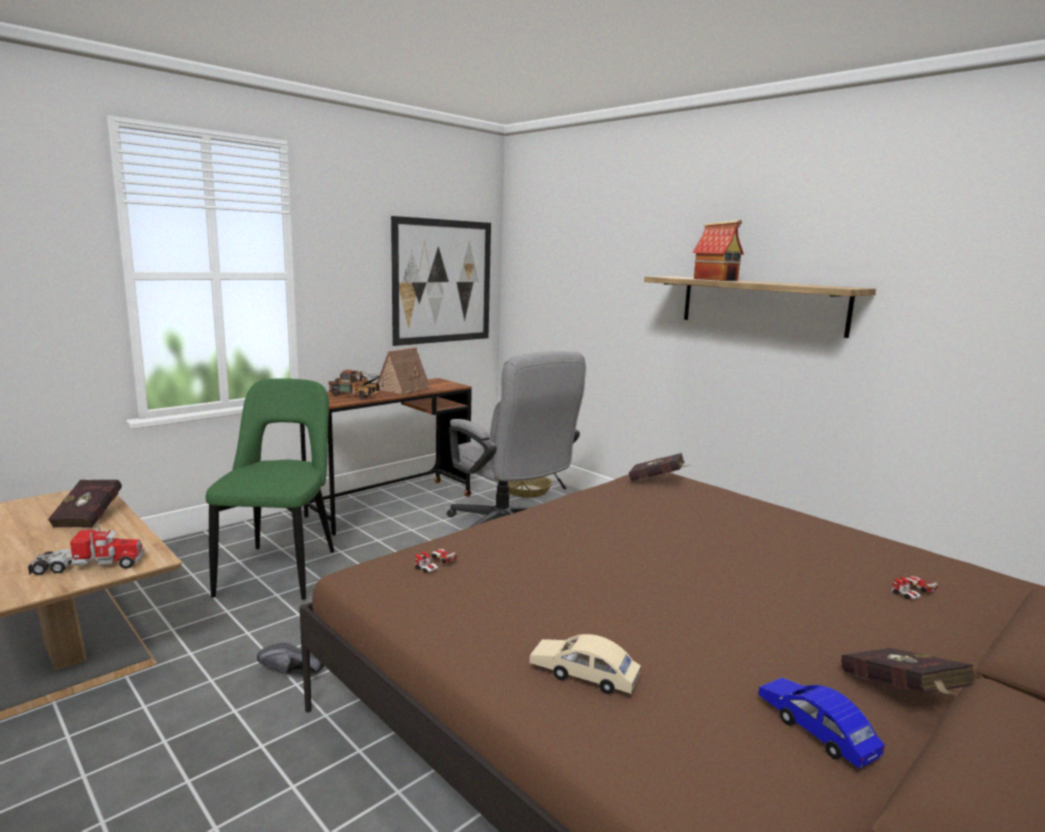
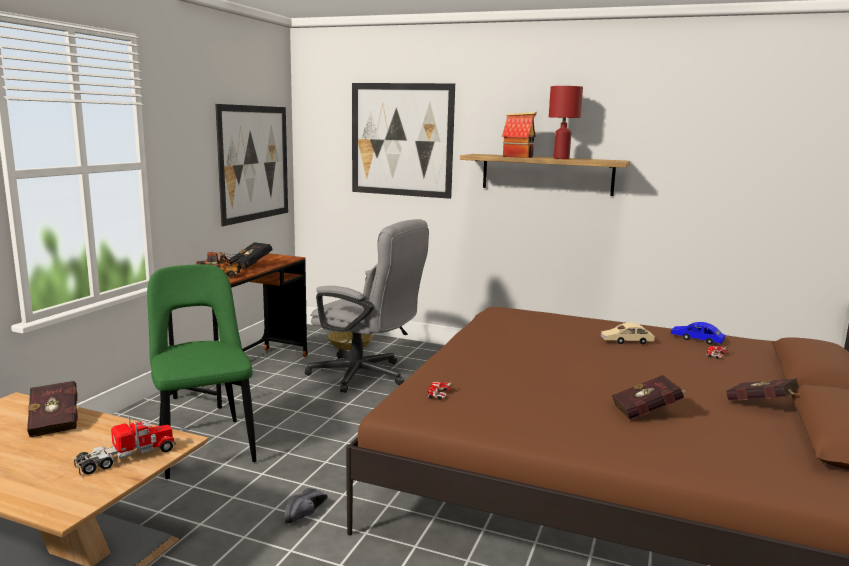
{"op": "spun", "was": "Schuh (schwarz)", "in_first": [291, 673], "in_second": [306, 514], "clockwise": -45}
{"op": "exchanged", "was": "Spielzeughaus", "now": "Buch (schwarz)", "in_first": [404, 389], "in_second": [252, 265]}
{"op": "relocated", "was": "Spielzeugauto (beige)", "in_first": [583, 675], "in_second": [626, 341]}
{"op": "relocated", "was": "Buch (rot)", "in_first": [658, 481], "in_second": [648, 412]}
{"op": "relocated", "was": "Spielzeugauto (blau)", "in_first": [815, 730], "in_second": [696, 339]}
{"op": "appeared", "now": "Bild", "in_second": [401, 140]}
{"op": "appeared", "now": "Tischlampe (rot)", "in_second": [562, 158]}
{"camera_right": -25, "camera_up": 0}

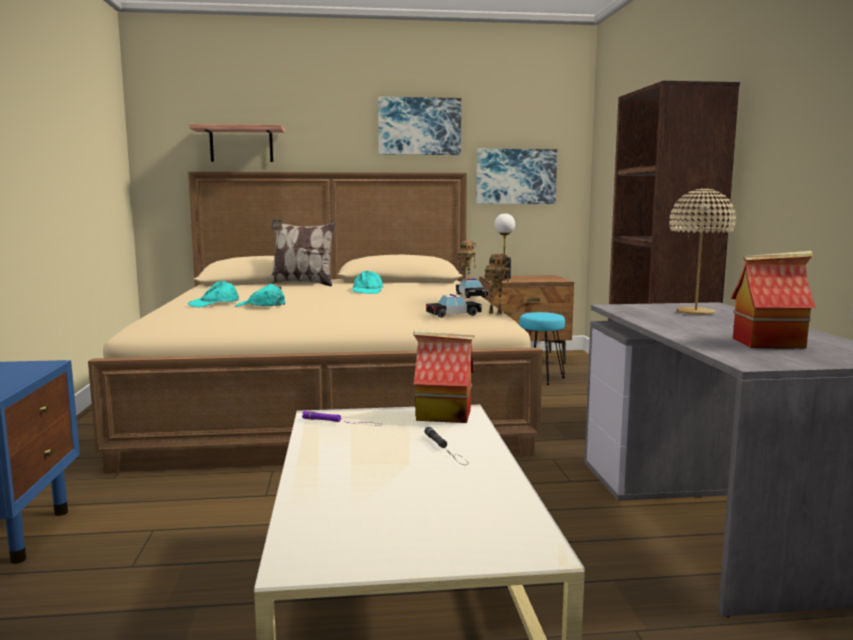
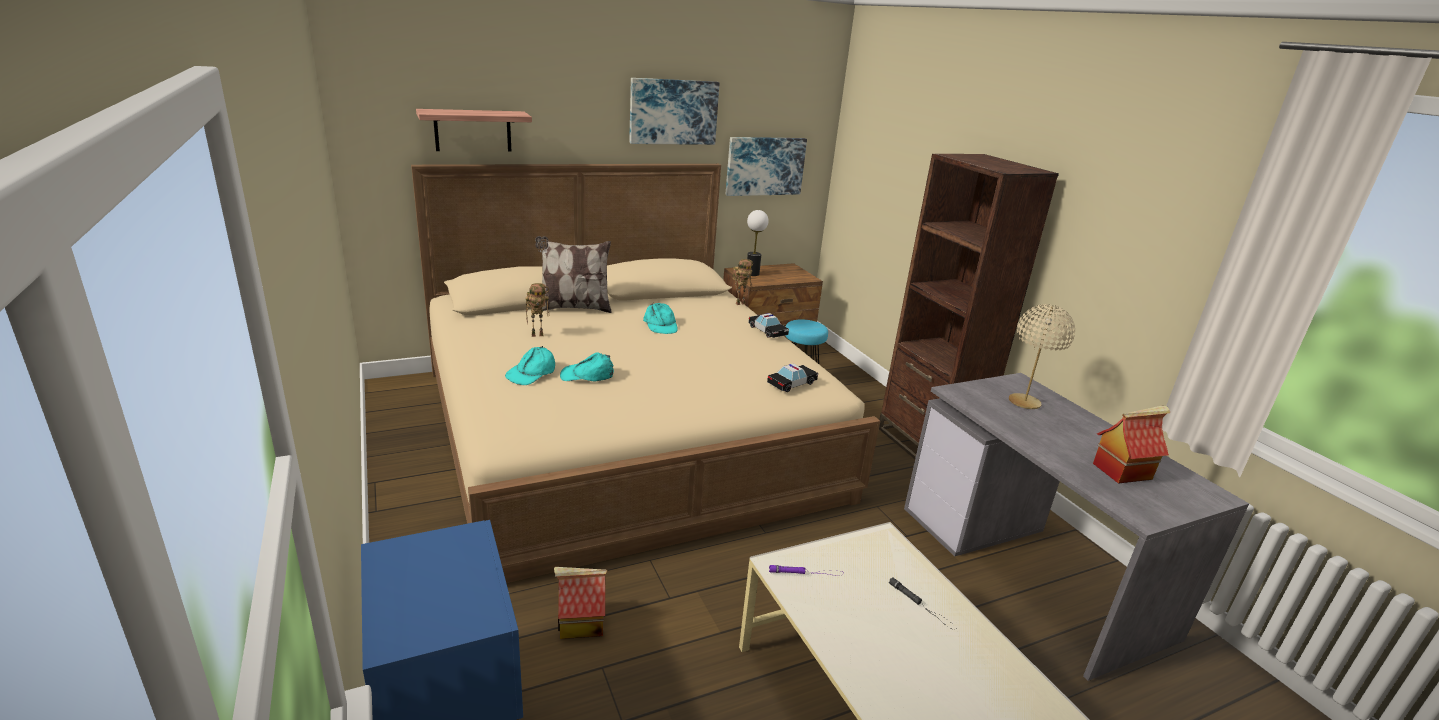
{"op": "relocated", "was": "Spielzeughaus", "in_first": [442, 415], "in_second": [580, 624]}
{"op": "relocated", "was": "Spielzeugroboter", "in_first": [496, 313], "in_second": [538, 335]}
{"camera_right": -20, "camera_up": 15}

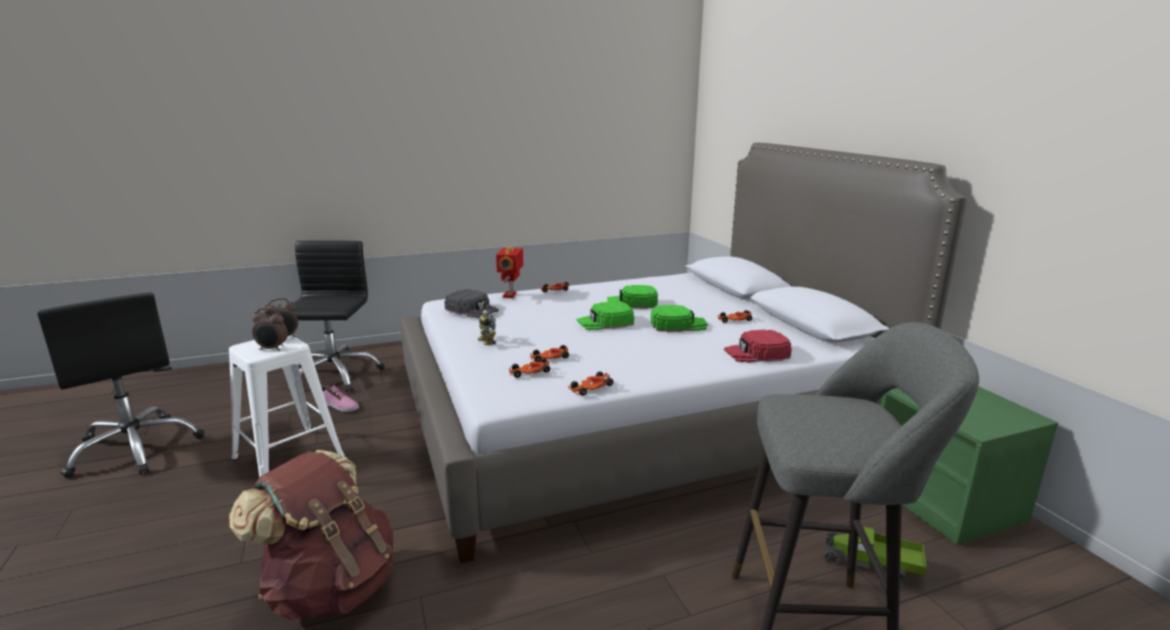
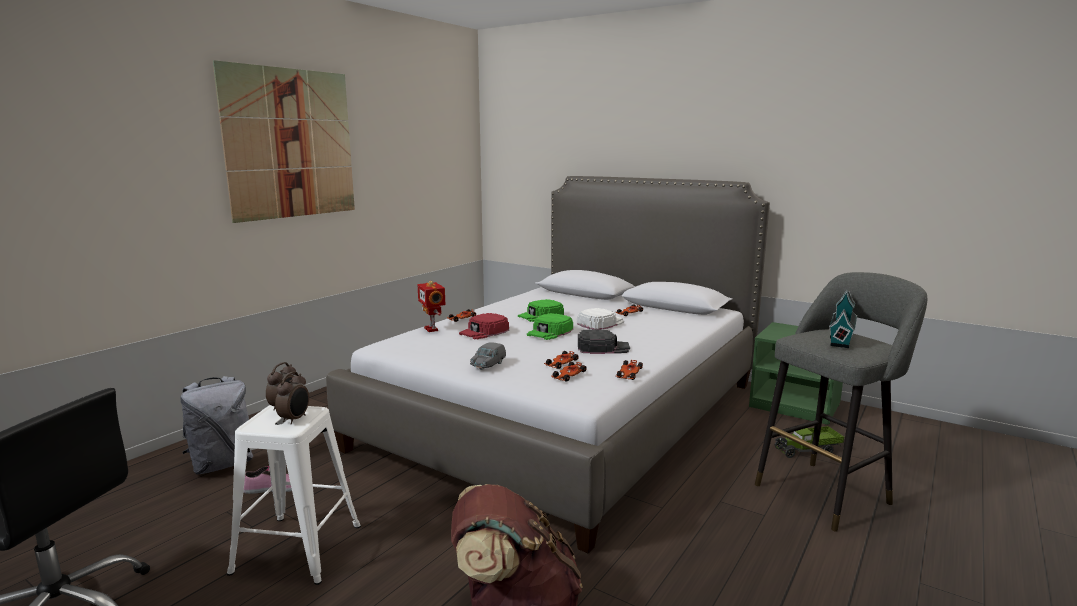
{"op": "spun", "was": "Wecker", "in_first": [272, 349], "in_second": [295, 419], "clockwise": -45}
{"op": "exchanged", "was": "Bürostuhl (schwarz)", "now": "Rucksack (grau)", "in_first": [334, 375], "in_second": [222, 464]}
{"op": "relocated", "was": "Kappe (schwarz)", "in_first": [472, 309], "in_second": [602, 347]}
{"op": "exchanged", "was": "Spielzeugroboter", "now": "Spielzeugauto (grau)", "in_first": [485, 342], "in_second": [488, 365]}
{"op": "colour", "was": "Kappe (grün)", "now": "Kappe (weiß)", "in_first": [678, 324], "in_second": [600, 323]}
{"op": "relocated", "was": "Kappe (rot)", "in_first": [756, 353], "in_second": [484, 332]}
{"op": "appeared", "now": "Bild", "in_second": [291, 144]}
{"op": "appeared", "now": "Spielzeughaus", "in_second": [841, 338]}
{"camera_right": -35, "camera_up": -5}

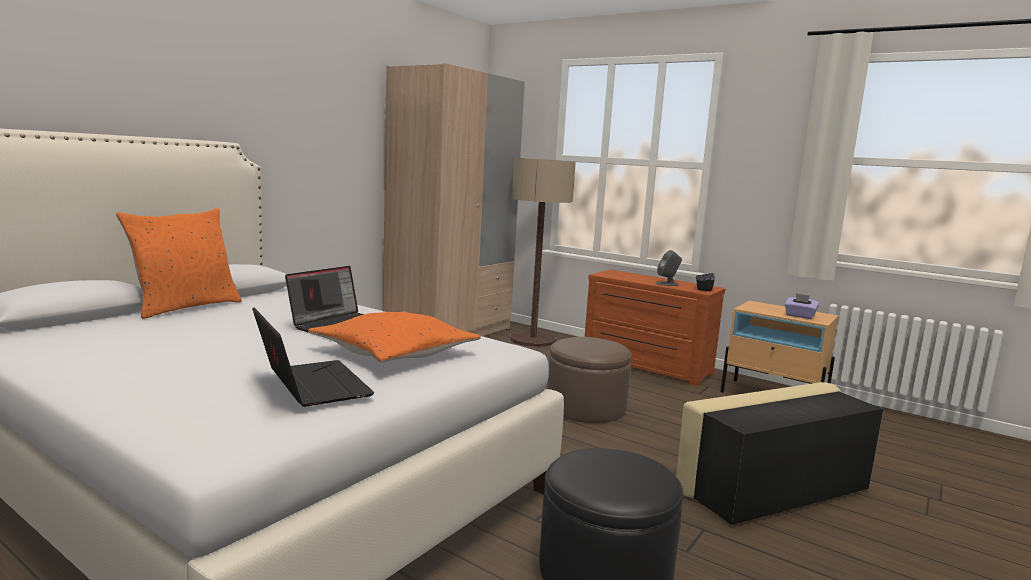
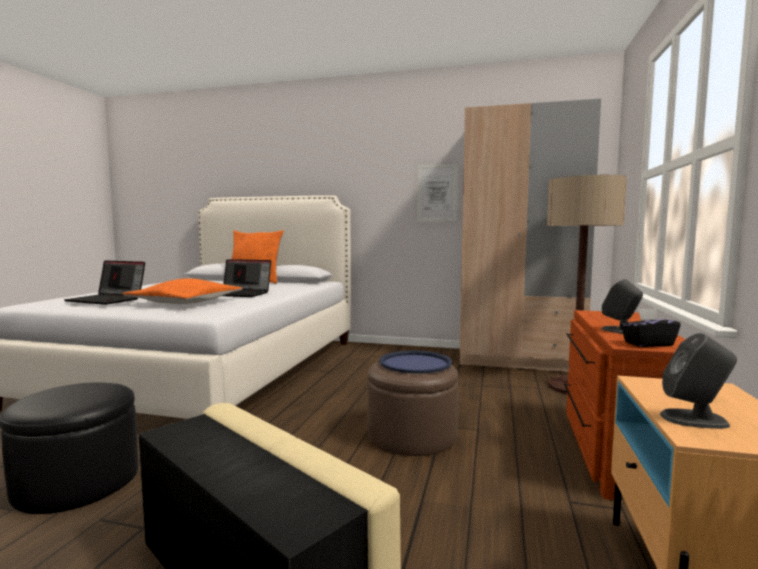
{"op": "spun", "was": "Laptop", "in_first": [310, 385], "in_second": [108, 300], "clockwise": 75}
{"op": "exchanged", "was": "Taschentuchbox (lila)", "now": "Lautsprecher (grau)", "in_first": [799, 316], "in_second": [695, 419]}
{"op": "appeared", "now": "Tablett (blau)", "in_second": [415, 363]}
{"op": "appeared", "now": "Bild", "in_second": [437, 193]}
{"camera_right": 70, "camera_up": -5}

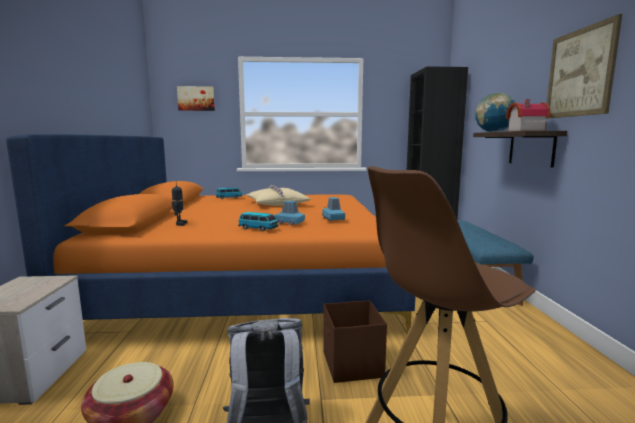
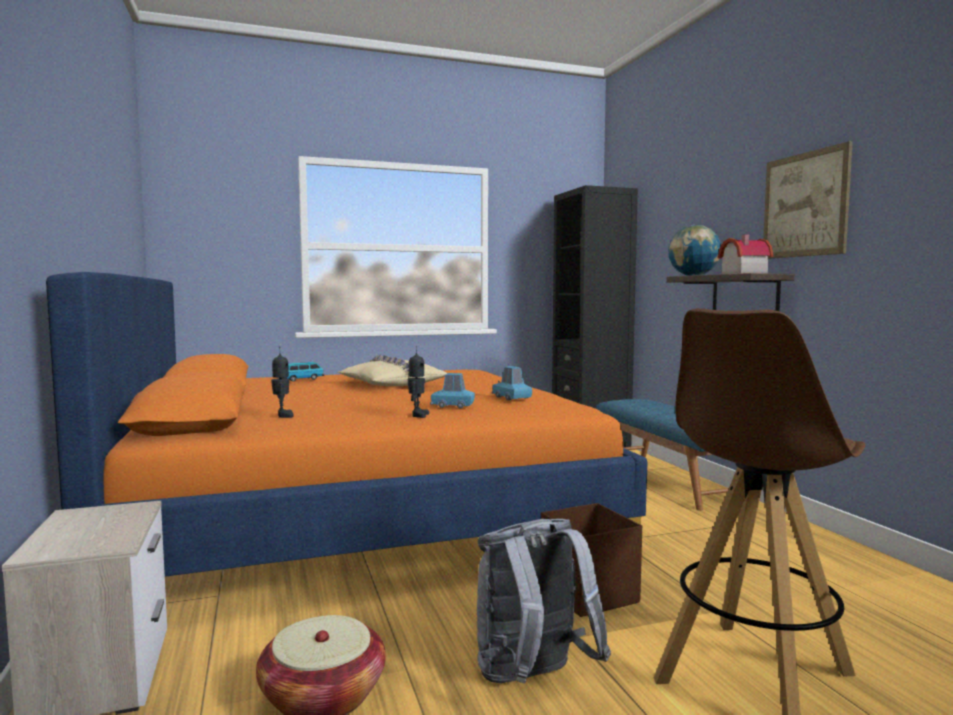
{"op": "missing", "was": "Bild", "in_first": [196, 98]}
{"op": "exchanged", "was": "Spielzeugauto", "now": "Spielzeugroboter", "in_first": [258, 229], "in_second": [417, 415]}
{"camera_right": -15, "camera_up": -5}

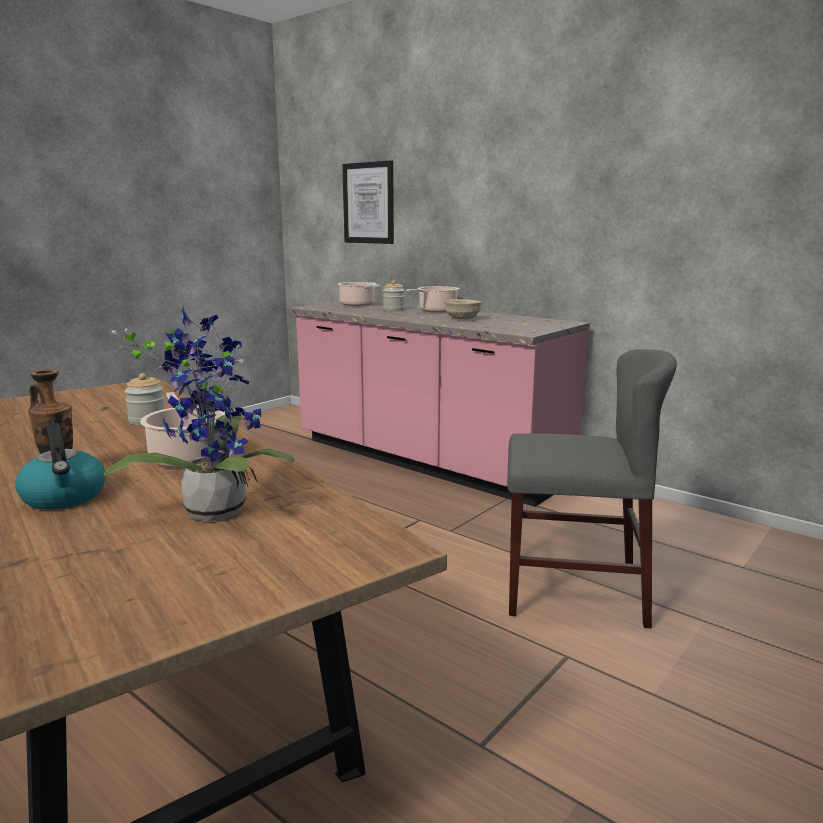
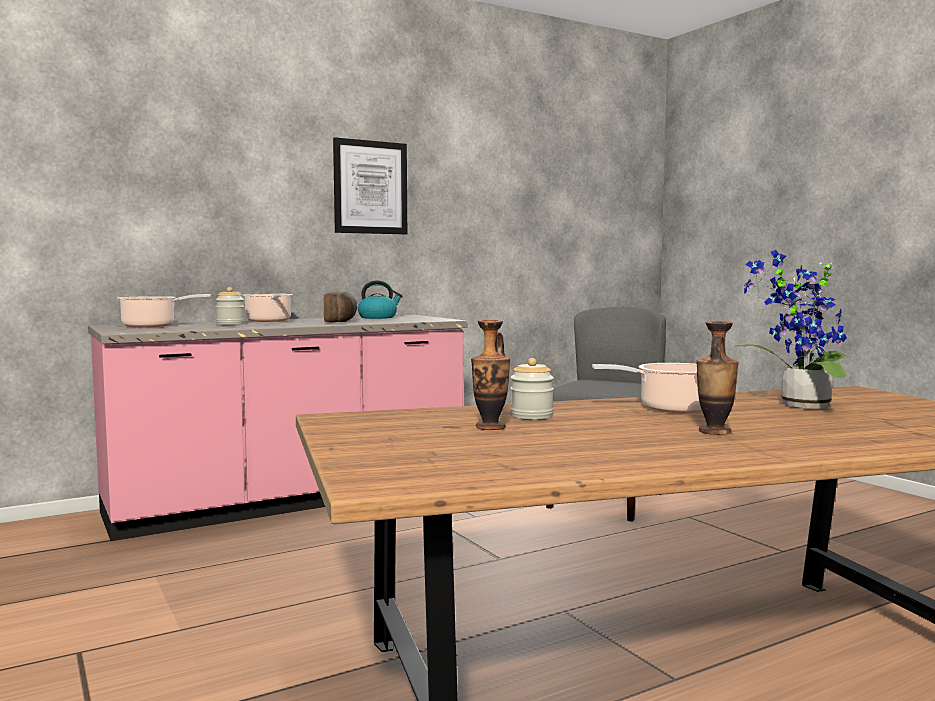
{"op": "relocated", "was": "Wasserkessel", "in_first": [65, 497], "in_second": [378, 317]}
{"op": "relocated", "was": "Bild", "in_first": [368, 203], "in_second": [370, 187]}
{"op": "exchanged", "was": "Schüssel (beige)", "now": "Brot", "in_first": [462, 319], "in_second": [341, 321]}
{"op": "appeared", "now": "Vase", "in_second": [490, 427]}
{"camera_right": -70, "camera_up": -10}

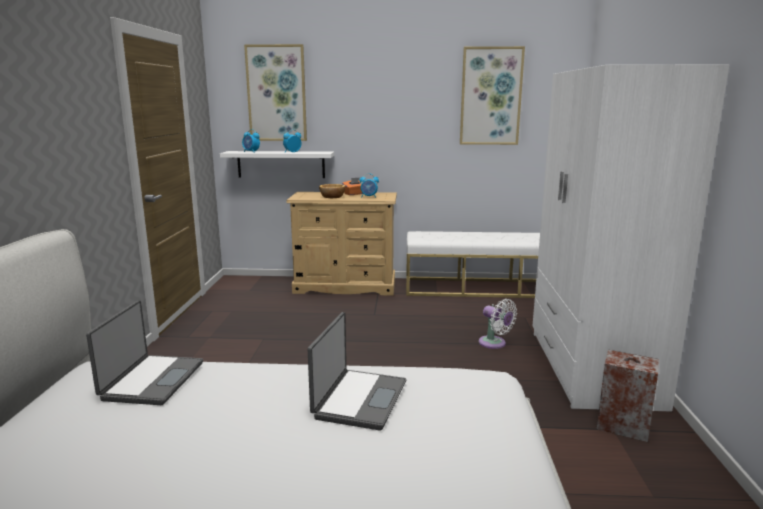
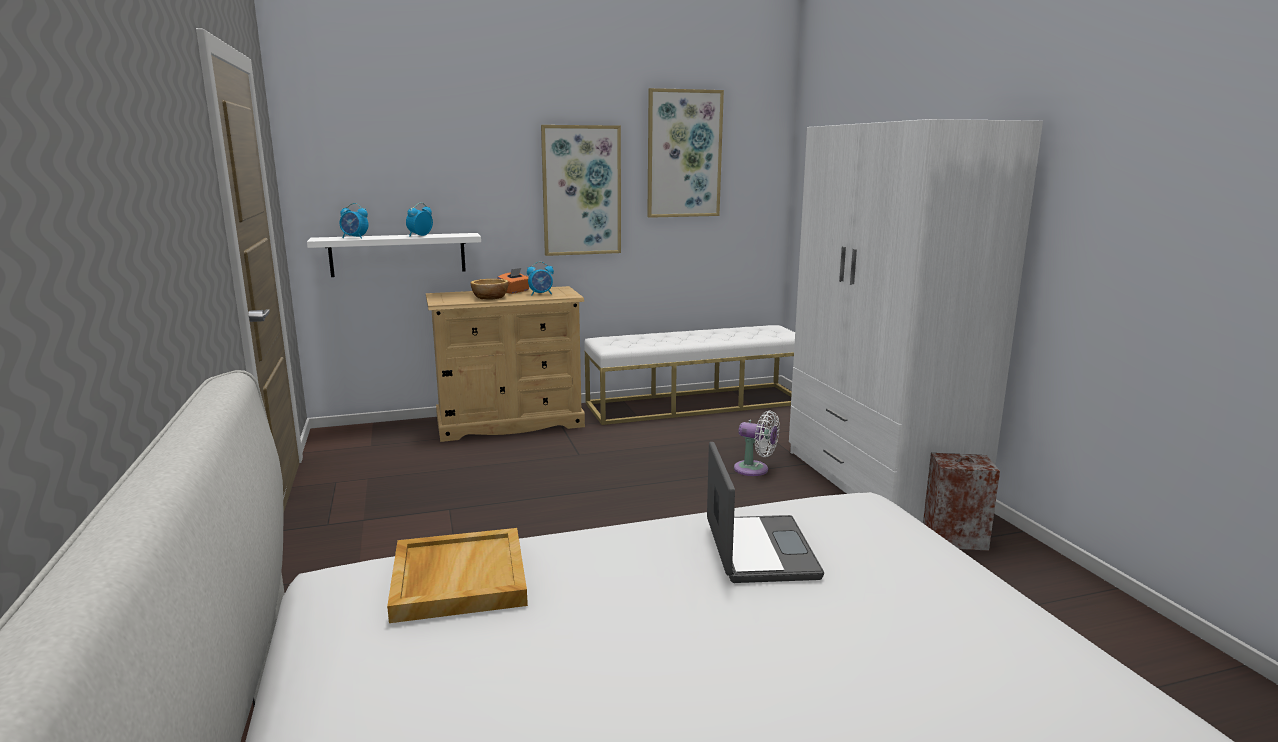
{"op": "exchanged", "was": "Laptop", "now": "Tablett (beige)", "in_first": [151, 380], "in_second": [458, 578]}
{"op": "relocated", "was": "Bild", "in_first": [276, 93], "in_second": [581, 191]}
{"camera_right": -20, "camera_up": 0}

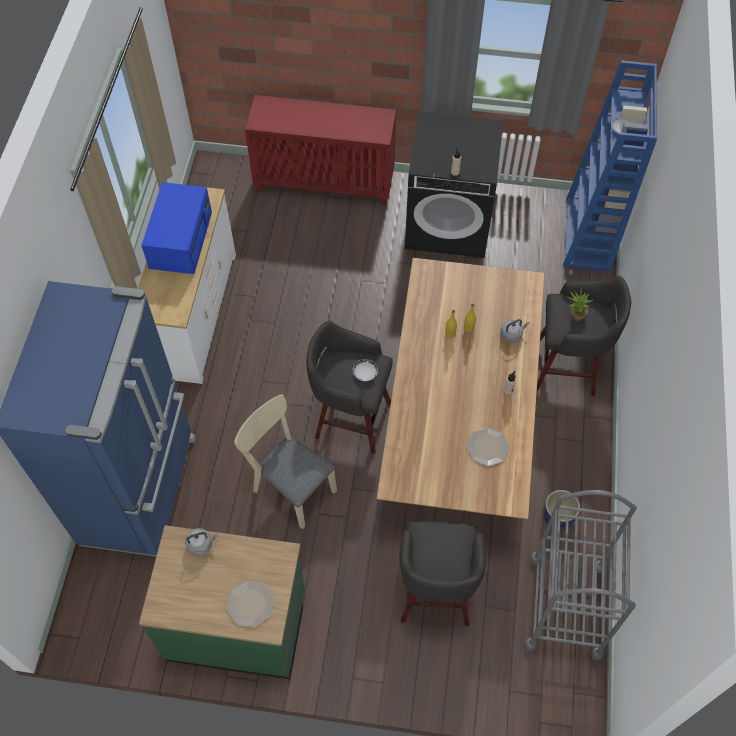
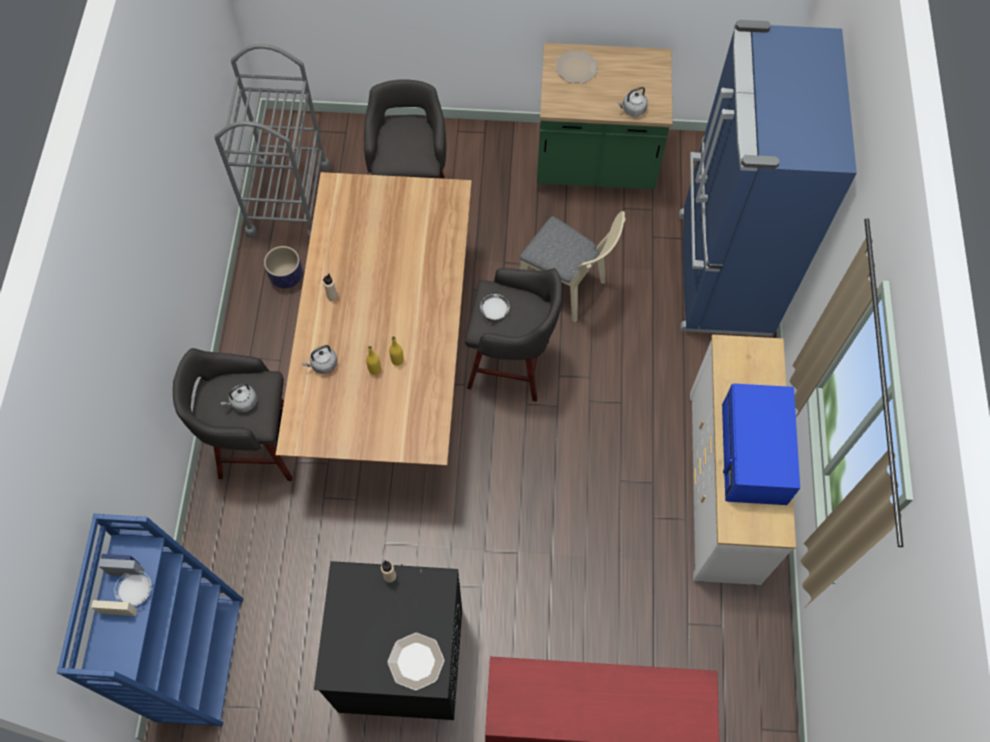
{"op": "relocated", "was": "Teller", "in_first": [488, 447], "in_second": [415, 661]}
{"op": "exchanged", "was": "Topfpflanze", "now": "Wasserkessel (grau)", "in_first": [575, 315], "in_second": [243, 402]}
{"camera_right": 175, "camera_up": 5}

